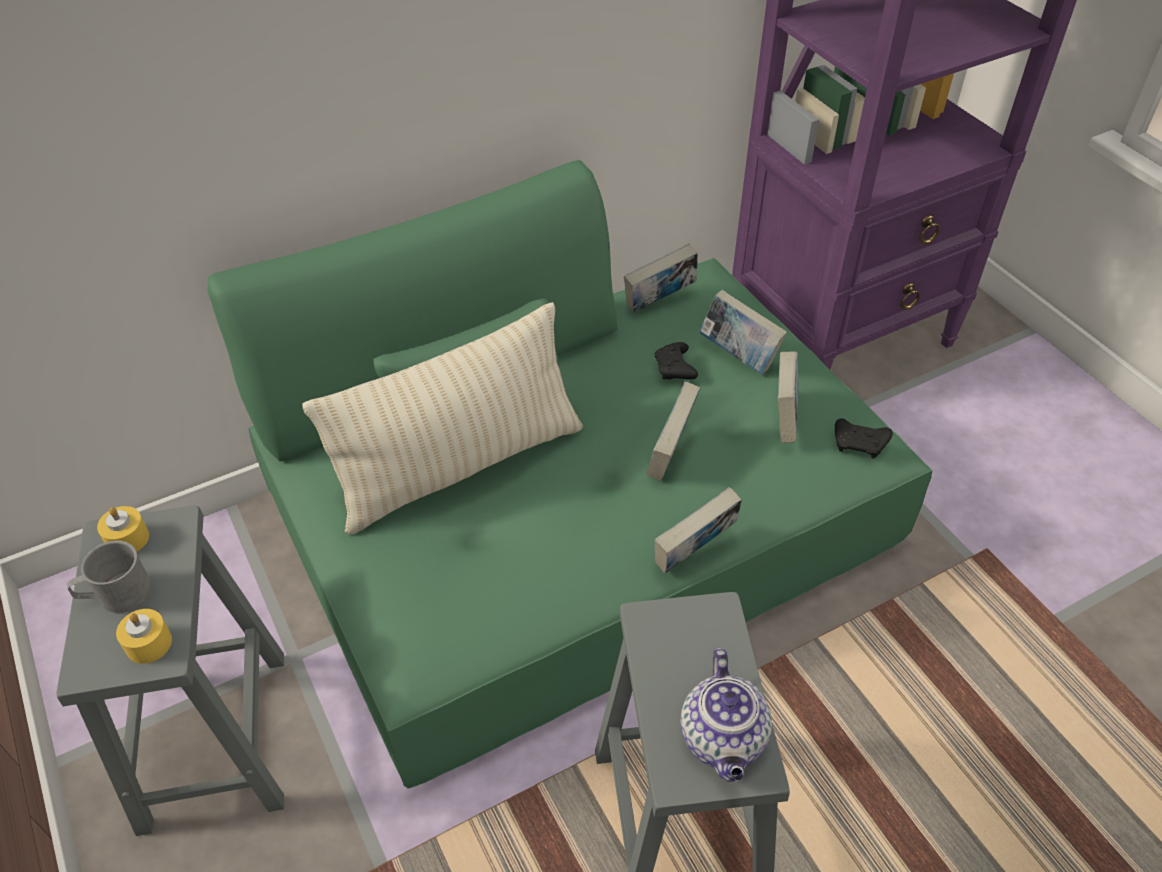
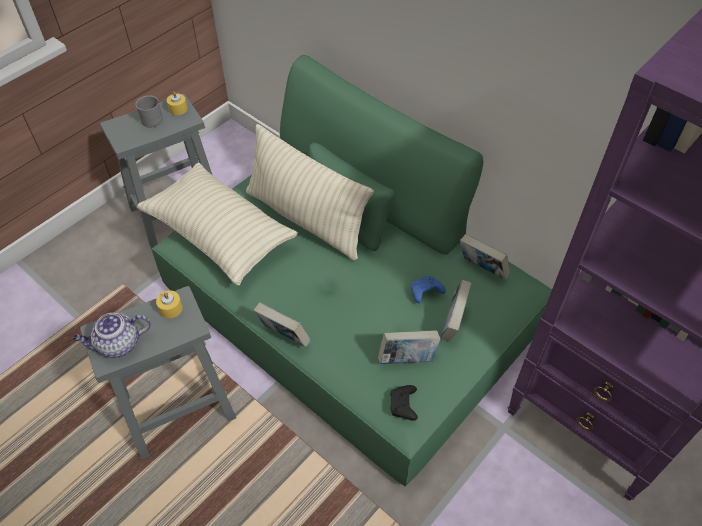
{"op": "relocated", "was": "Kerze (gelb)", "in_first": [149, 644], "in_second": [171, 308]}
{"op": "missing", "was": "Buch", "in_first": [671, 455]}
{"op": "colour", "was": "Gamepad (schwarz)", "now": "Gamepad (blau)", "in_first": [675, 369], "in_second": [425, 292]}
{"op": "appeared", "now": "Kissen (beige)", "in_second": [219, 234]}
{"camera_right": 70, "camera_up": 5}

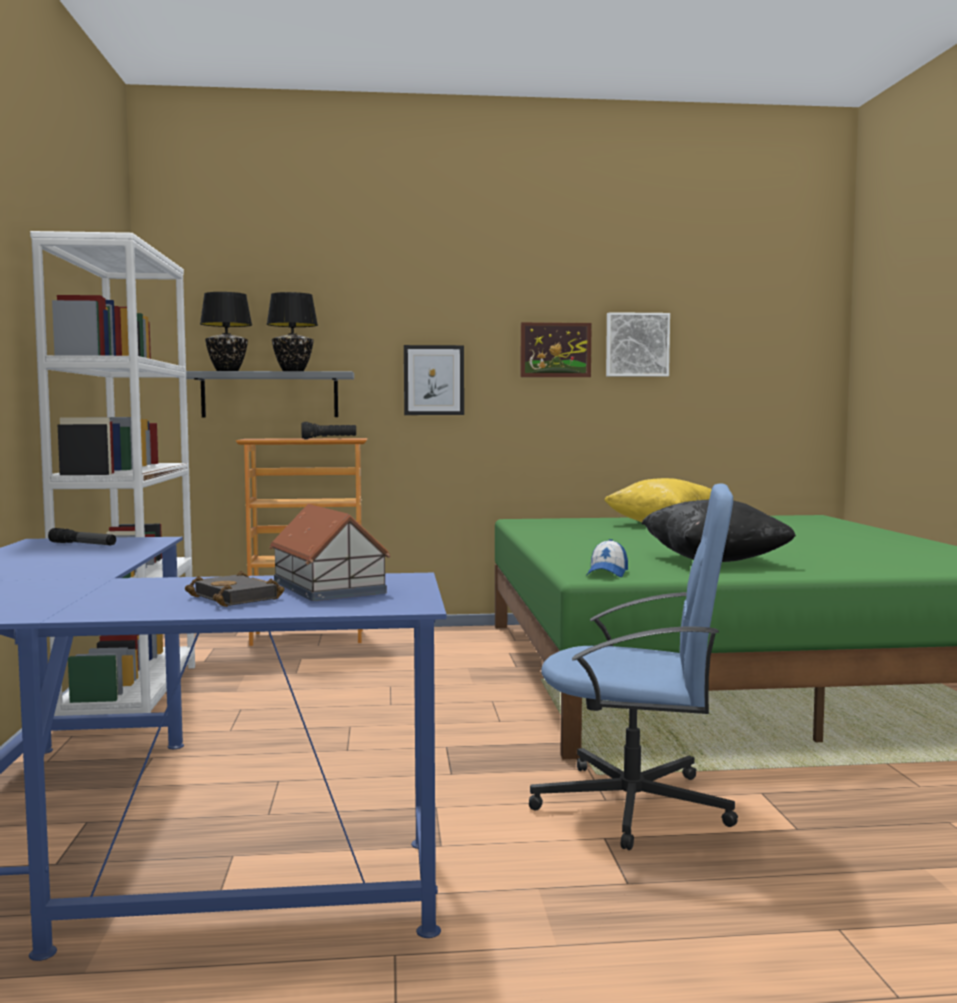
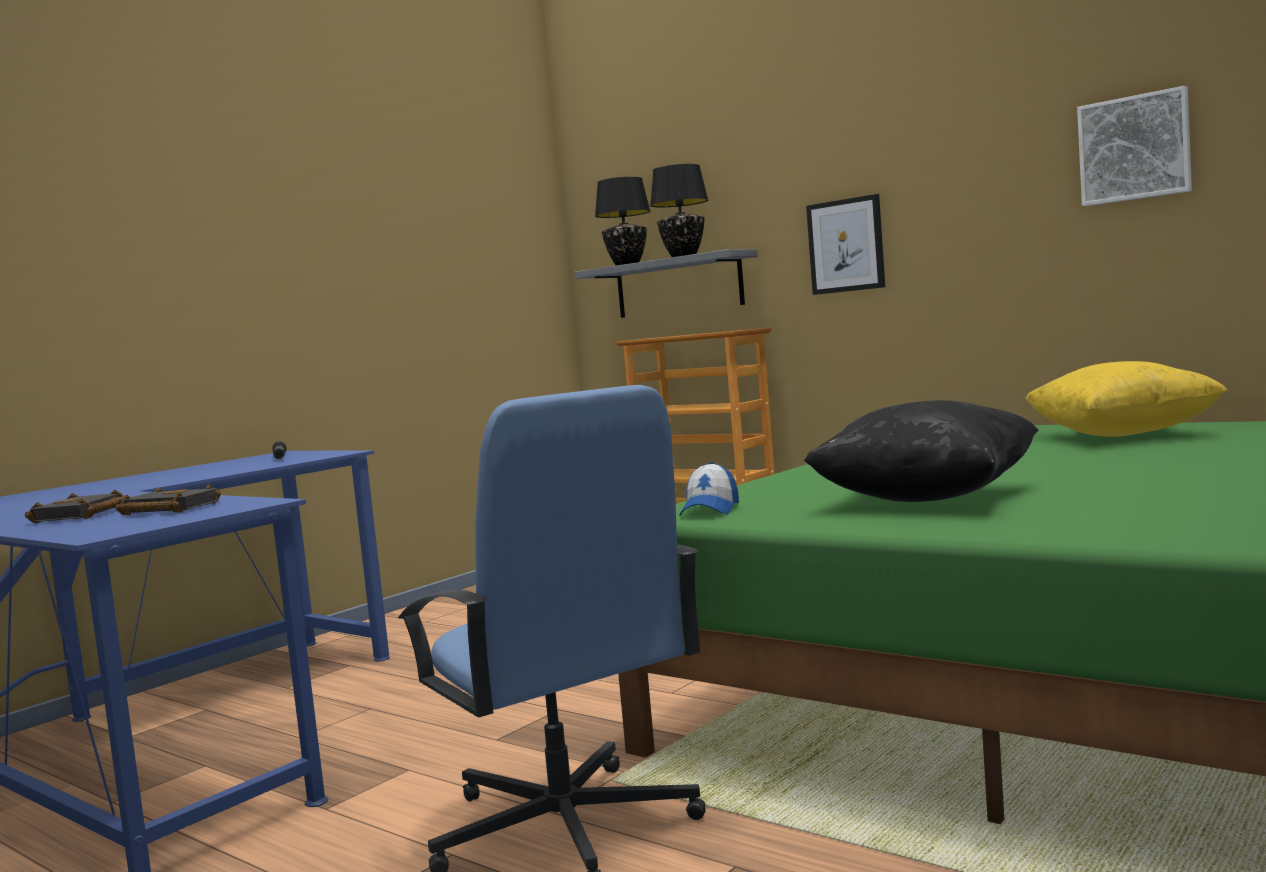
{"op": "missing", "was": "Bücherregal (weiß)", "in_first": [132, 695]}
{"op": "exchanged", "was": "Spielzeughaus", "now": "Buch (schwarz)", "in_first": [328, 587], "in_second": [166, 510]}
{"op": "missing", "was": "Taschenlampe (schwarz)", "in_first": [329, 439]}
{"op": "missing", "was": "Bild", "in_first": [555, 350]}
{"op": "spun", "was": "Kappe", "in_first": [607, 573], "in_second": [710, 510], "clockwise": -45}
{"camera_right": 45, "camera_up": 0}

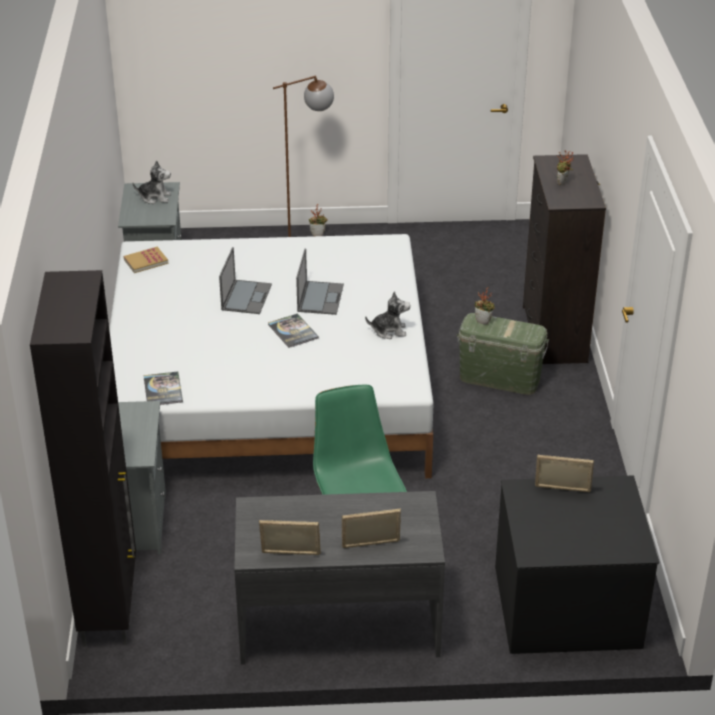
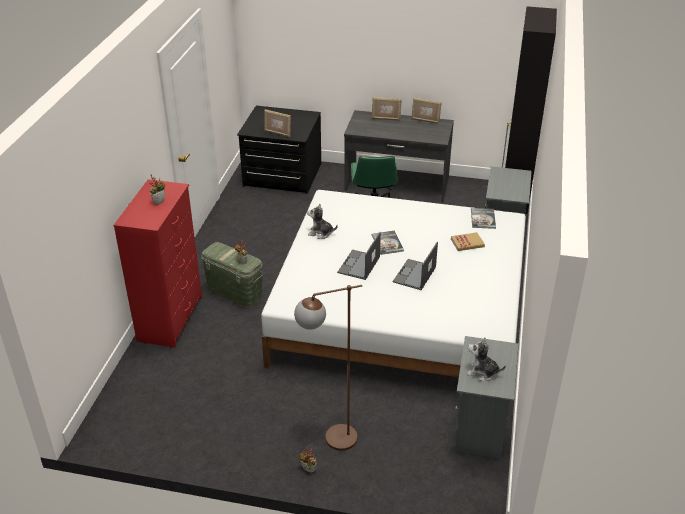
{"op": "relocated", "was": "Buch", "in_first": [146, 261], "in_second": [467, 243]}
{"op": "colour", "was": "Kommode (schwarz)", "now": "Kommode (rot)", "in_first": [553, 335], "in_second": [171, 318]}
{"camera_right": -165, "camera_up": 0}

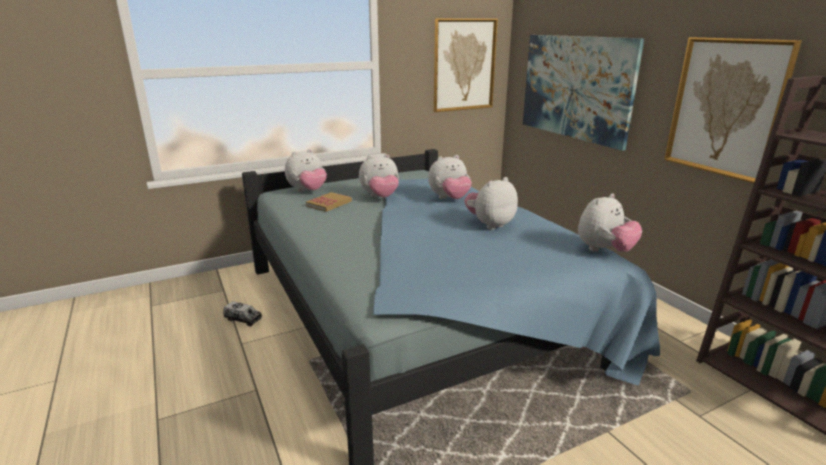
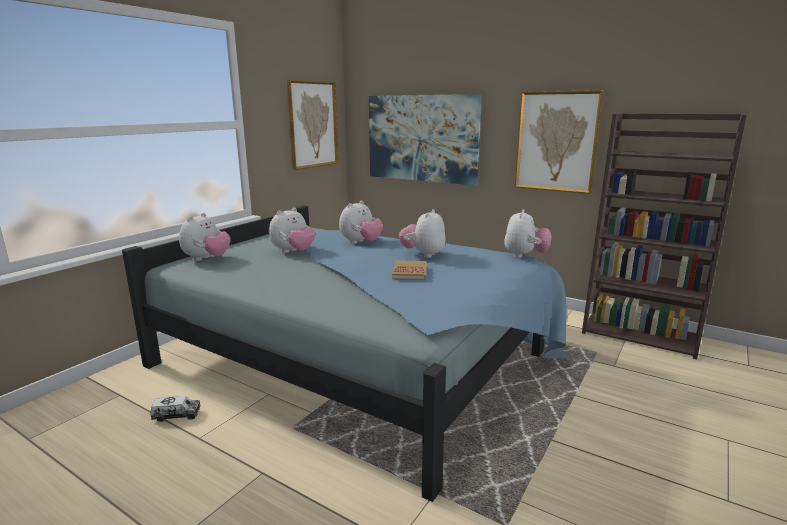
{"op": "relocated", "was": "Buch", "in_first": [329, 203], "in_second": [410, 272]}
{"camera_right": -30, "camera_up": -5}

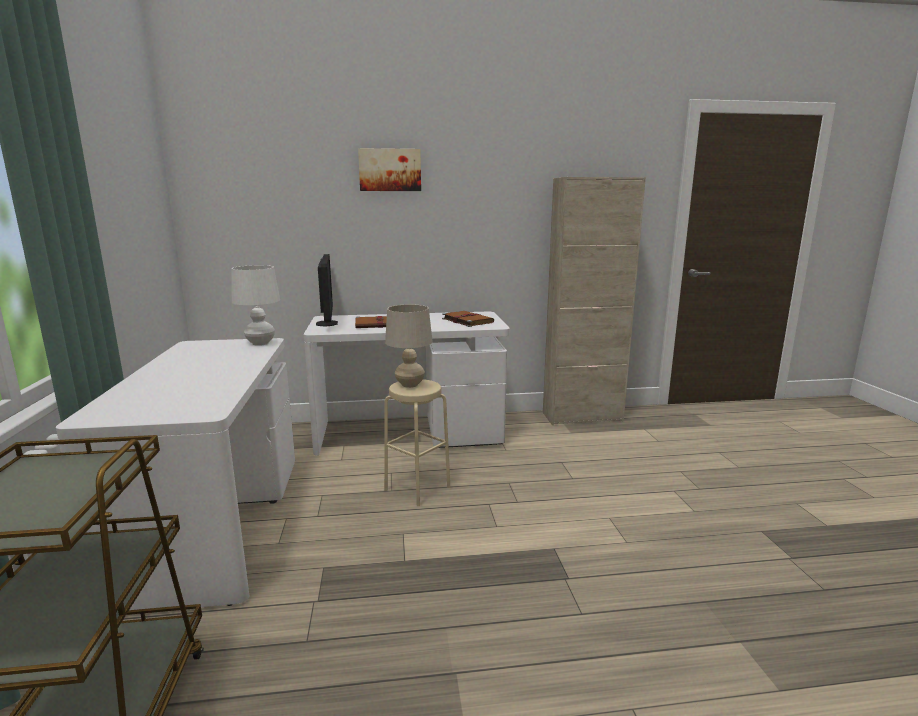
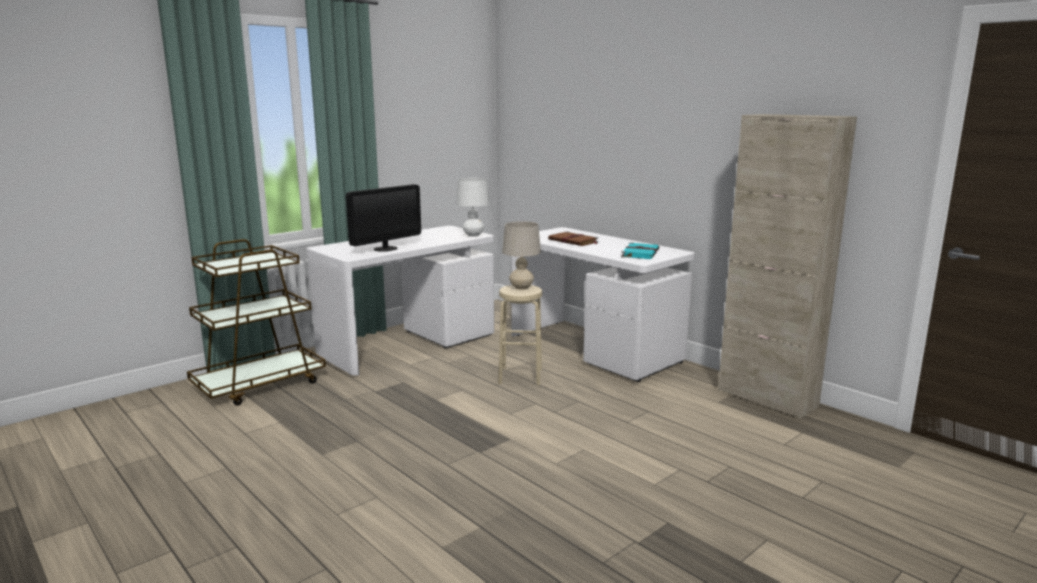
{"op": "relocated", "was": "Monitor", "in_first": [326, 323], "in_second": [385, 249]}
{"op": "missing", "was": "Bild", "in_first": [390, 170]}
{"op": "colour", "was": "Buch (braun)", "now": "Buch (türkis)", "in_first": [466, 320], "in_second": [640, 253]}
{"camera_right": 55, "camera_up": 0}

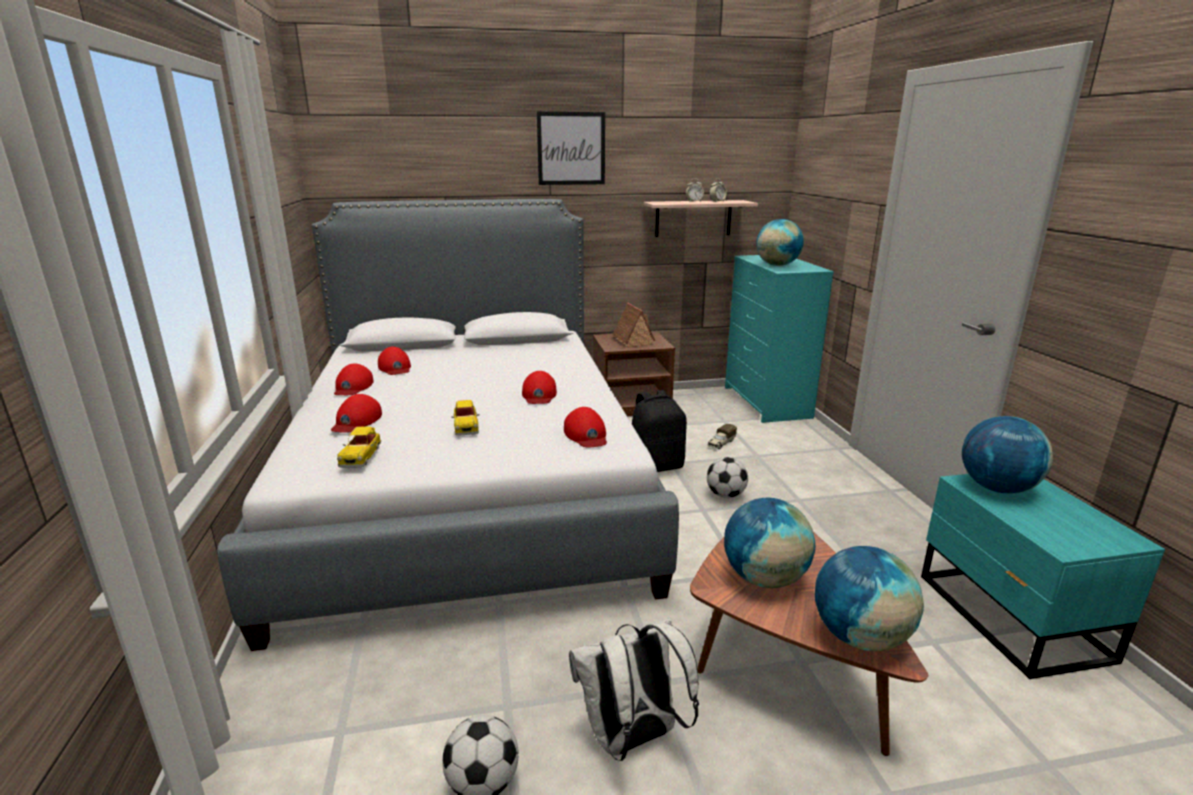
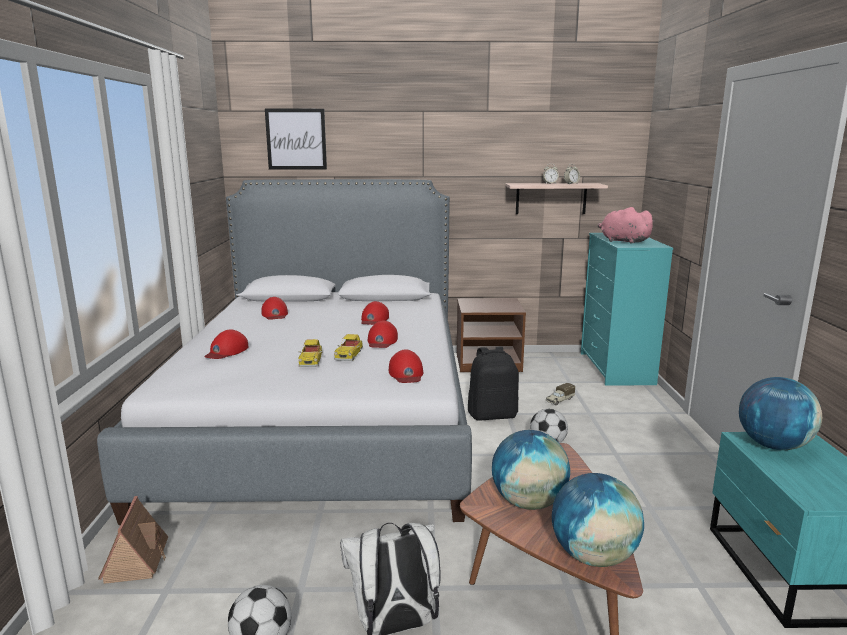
{"op": "relocated", "was": "Kappe (rot)", "in_first": [353, 387], "in_second": [374, 319]}
{"op": "relocated", "was": "Spielzeugauto", "in_first": [361, 455], "in_second": [349, 354]}
{"op": "relocated", "was": "Bild", "in_first": [571, 148], "in_second": [296, 139]}
{"op": "relocated", "was": "Spielzeughaus", "in_first": [632, 340], "in_second": [136, 560]}
{"op": "exchanged", "was": "Globus", "now": "Plüschtier (rosa)", "in_first": [777, 265], "in_second": [622, 241]}
{"camera_right": 10, "camera_up": -5}

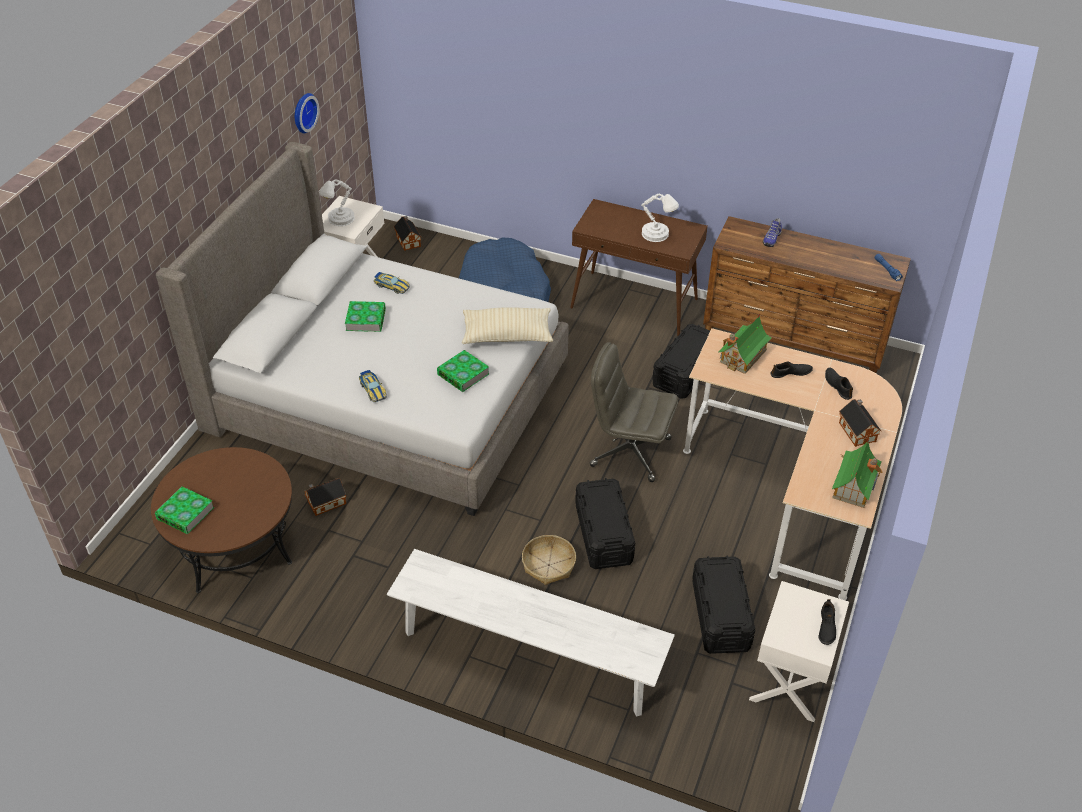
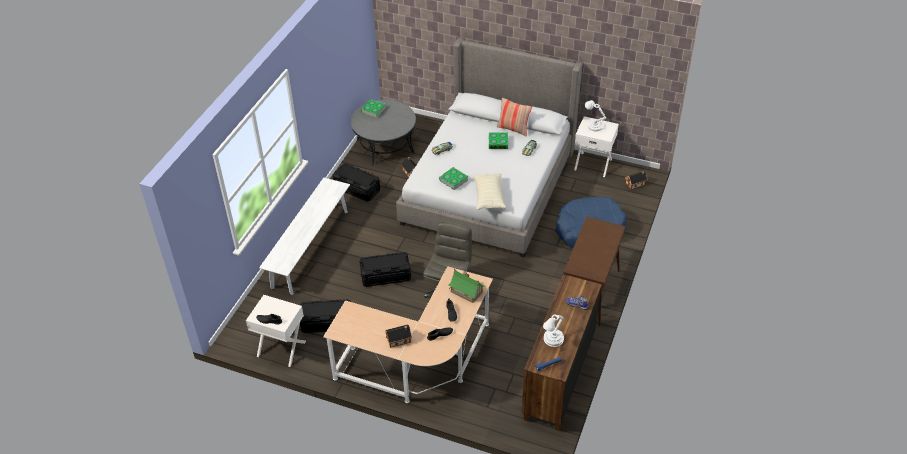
{"op": "colour", "was": "Couchtisch (braun)", "now": "Couchtisch (grau)", "in_first": [234, 543], "in_second": [385, 146]}
{"op": "missing", "was": "Wanduhr", "in_first": [303, 112]}
{"op": "missing", "was": "Korb", "in_first": [549, 565]}
{"op": "relocated", "was": "Tischlampe (weiß)", "in_first": [657, 234], "in_second": [552, 340]}
{"op": "relocated", "was": "Aufbewahrungsbox (schwarz)", "in_first": [685, 372], "in_second": [357, 189]}
{"op": "missing", "was": "Spielzeughaus", "in_first": [854, 485]}
{"op": "appeared", "now": "Kissen", "in_second": [513, 129]}
{"camera_right": 90, "camera_up": 0}

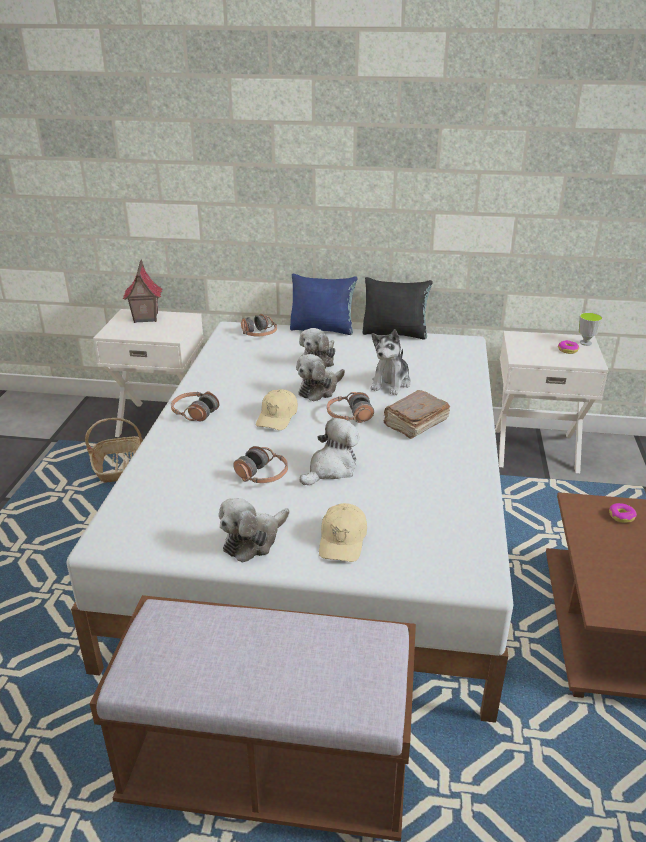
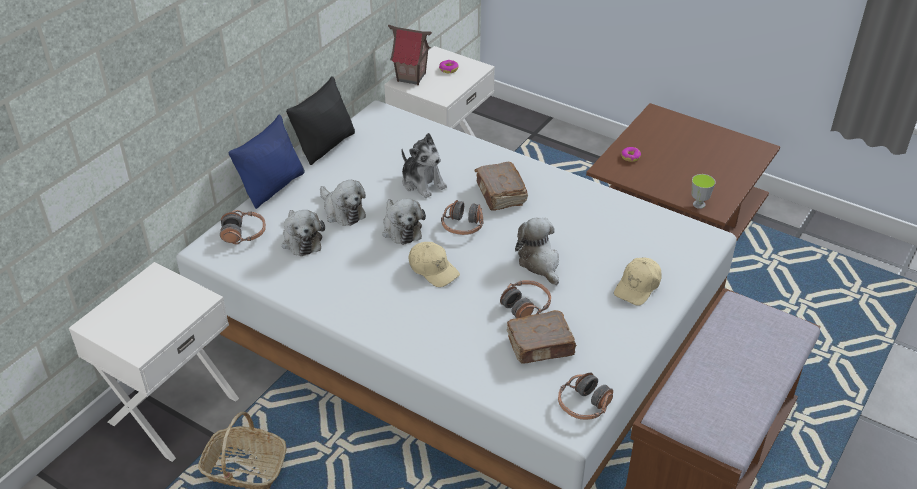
{"op": "relocated", "was": "Spielzeughaus", "in_first": [145, 318], "in_second": [411, 77]}
{"op": "relocated", "was": "Kopfhörer", "in_first": [194, 413], "in_second": [584, 405]}
{"op": "relocated", "was": "Plüschtier", "in_first": [253, 540], "in_second": [301, 240]}
{"op": "spun", "was": "Kappe (beige)", "in_first": [343, 540], "in_second": [638, 286], "clockwise": 90}
{"op": "relocated", "was": "Tasse", "in_first": [585, 343], "in_second": [699, 204]}
{"op": "appeared", "now": "Buch (braun)", "in_second": [541, 346]}
{"camera_right": -65, "camera_up": 10}

